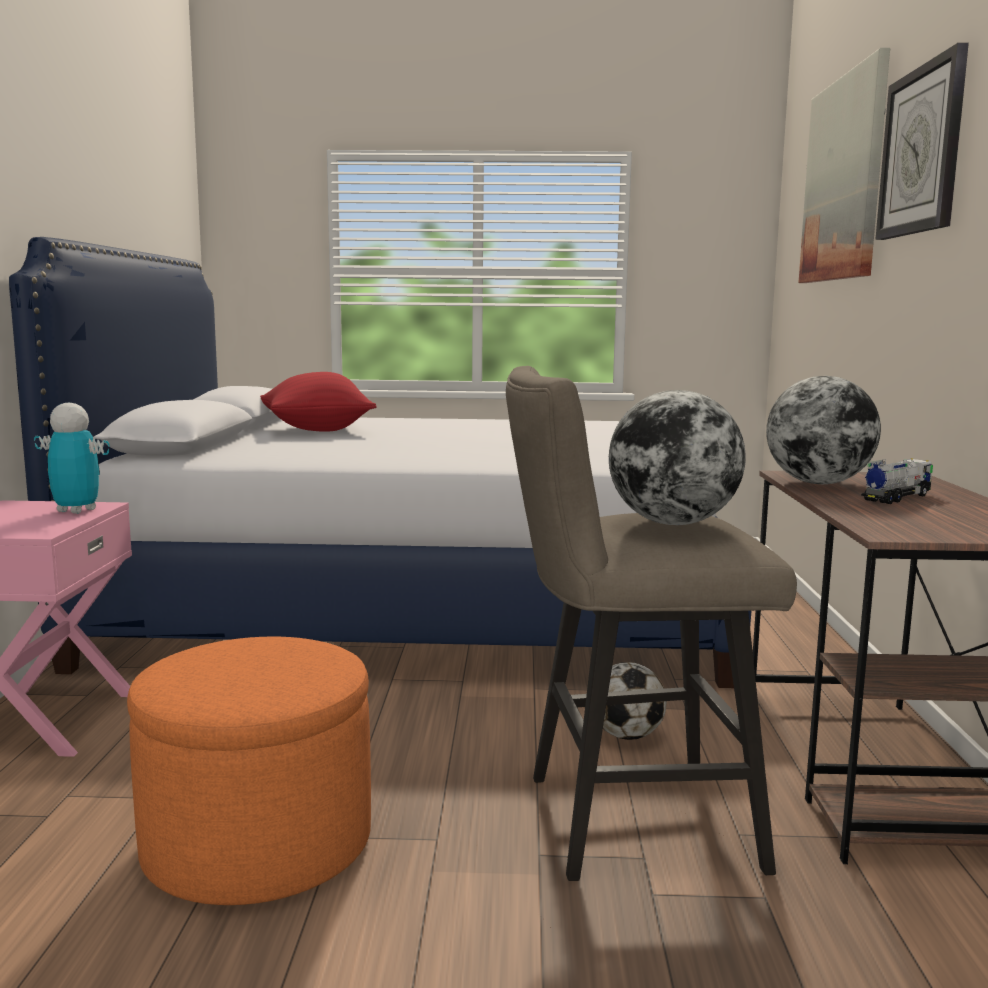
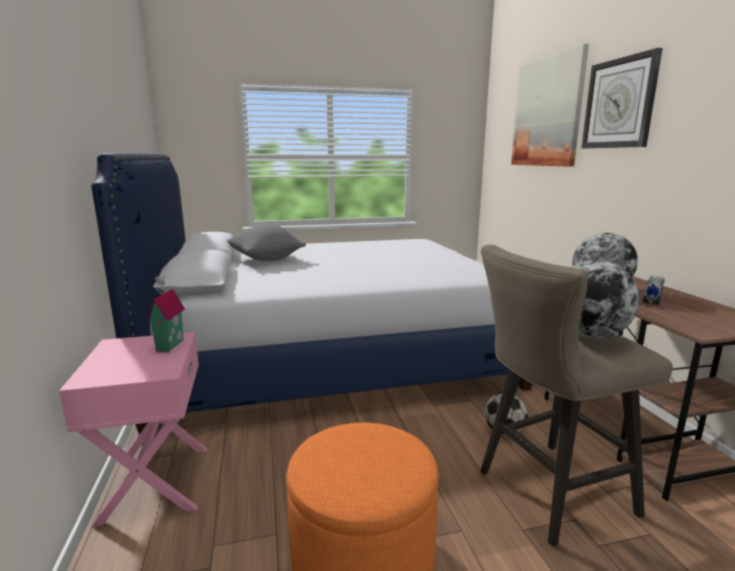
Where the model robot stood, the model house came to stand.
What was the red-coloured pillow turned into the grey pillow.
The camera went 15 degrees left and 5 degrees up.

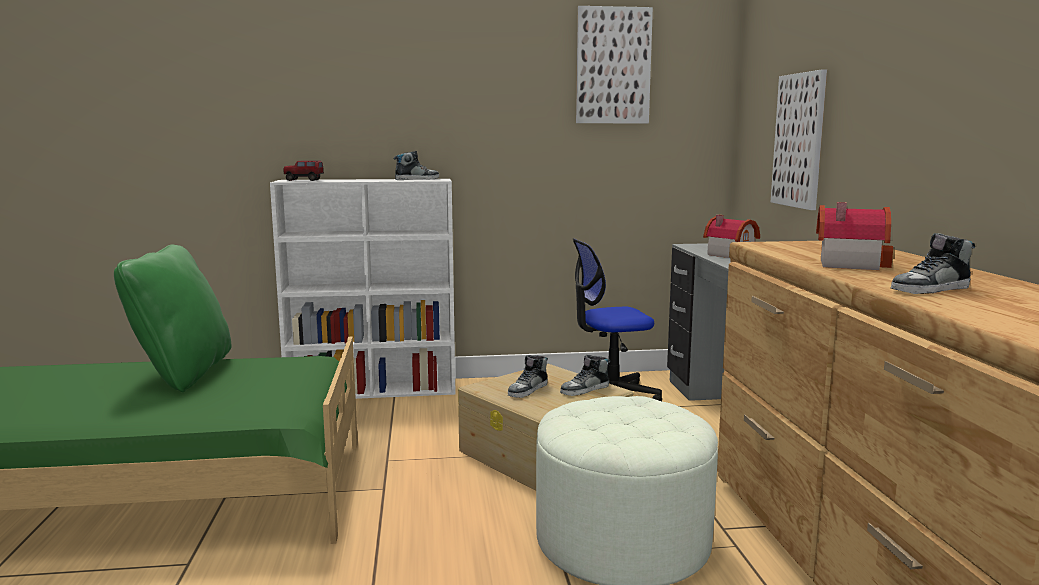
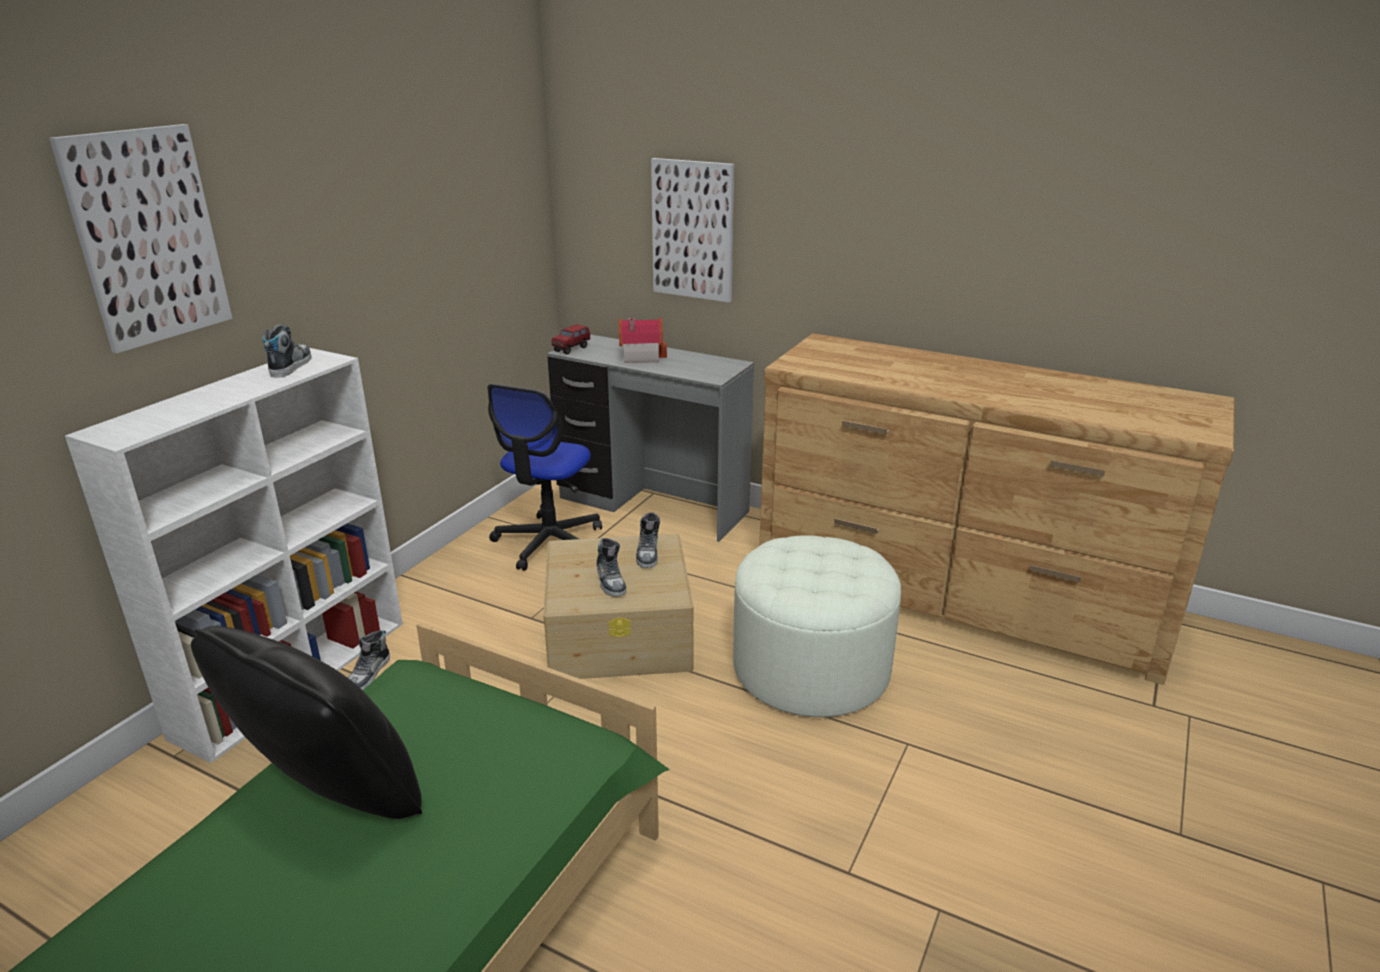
The wall picture (no. 1 from left) ended up elsewhere.
What was the green pillow turned into the black pillow.
The low shoe (no. 4 from left in the first image) ended up elsewhere.
The model truck ended up elsewhere.
The second view lost the model house (no. 2 from left).
The camera went 55 degrees left and 15 degrees up.

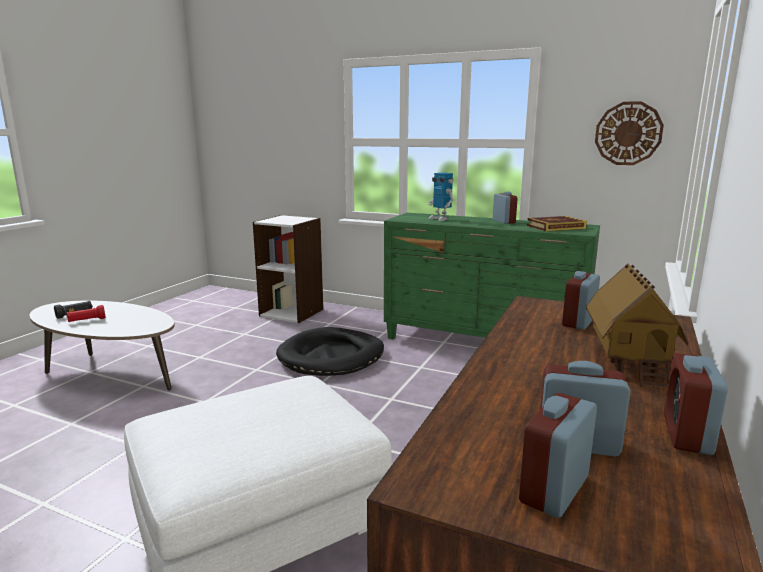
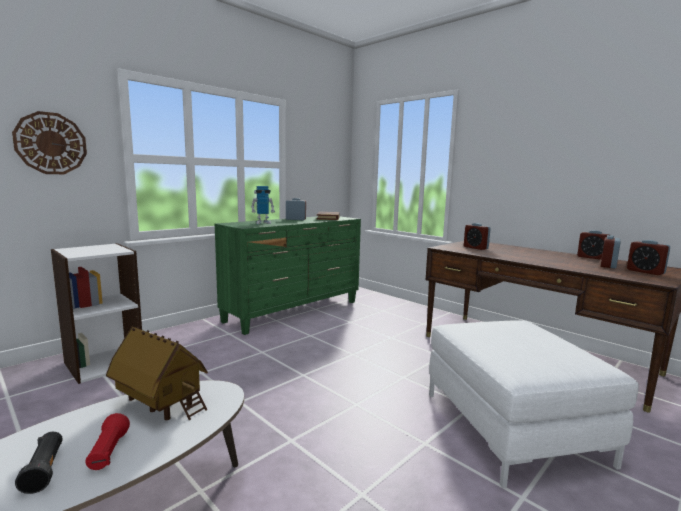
The hanging clock ended up elsewhere.
The model house ended up elsewhere.
The second view lost the black dog bed.
The camera went 70 degrees left and 5 degrees down.

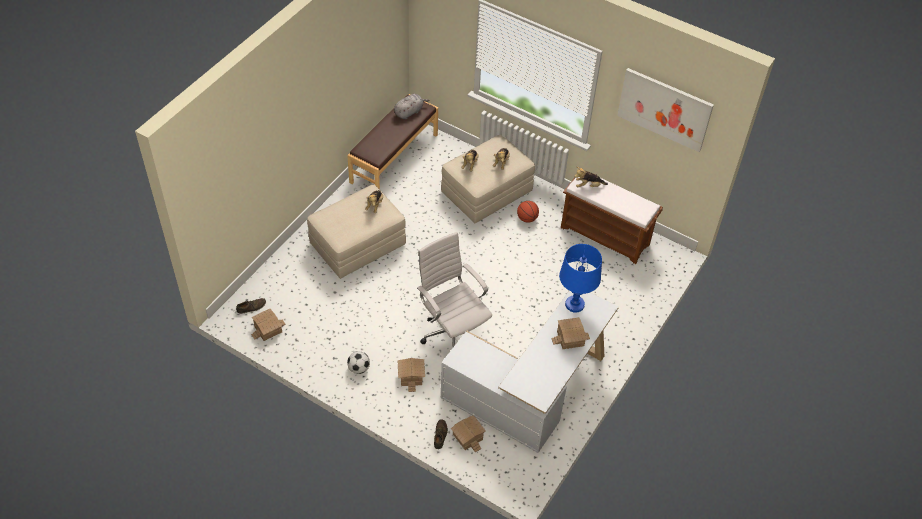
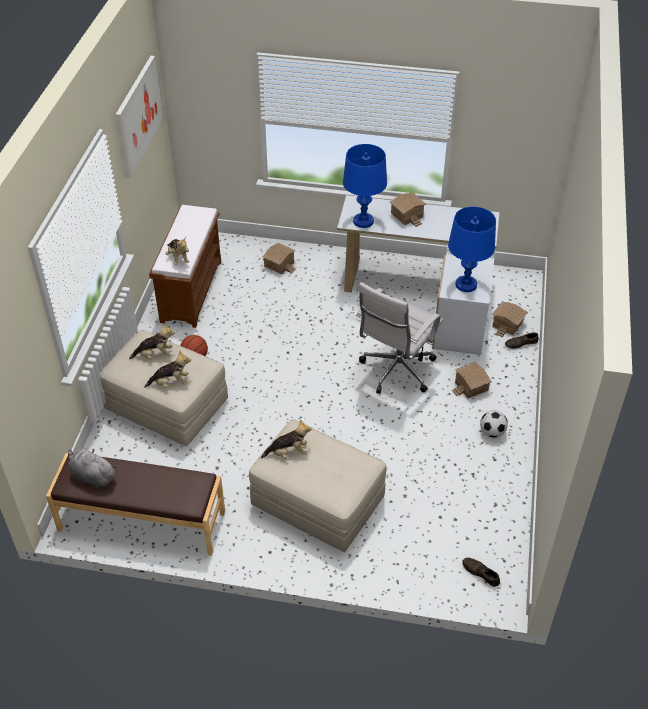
The model house (no. 1 from left) ended up elsewhere.
The second view gained the blue lamp for a table (no. 2 from left).
The camera went 110 degrees left and 5 degrees down.

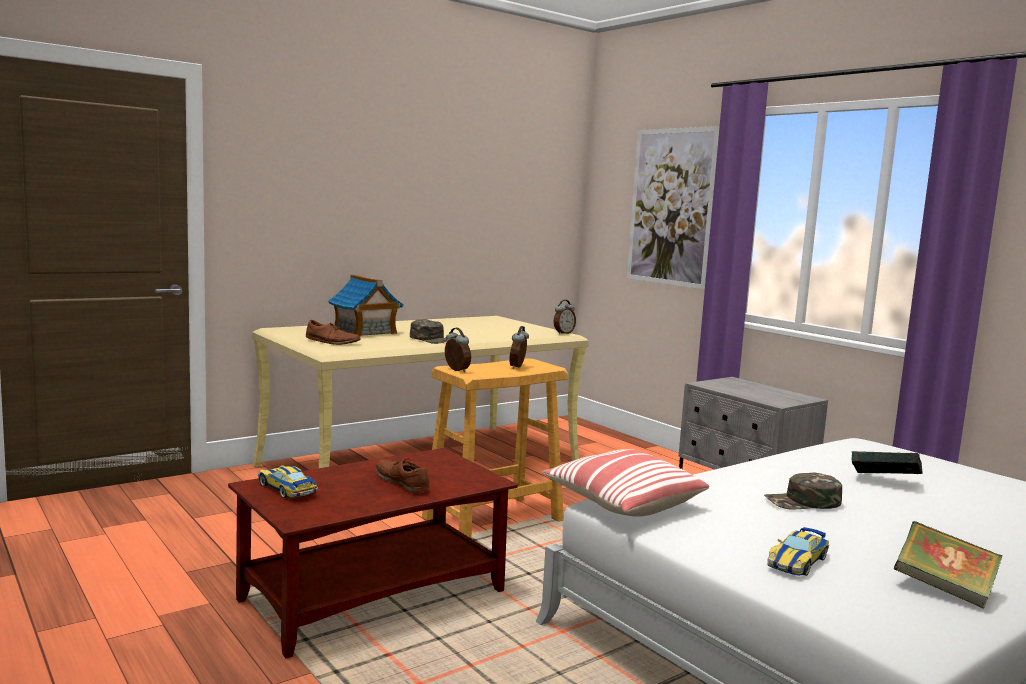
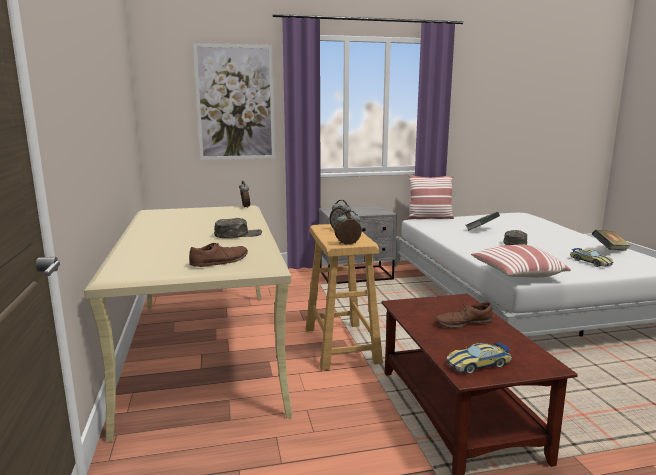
The second view gained the pillow (no. 1 from left).
The second view lost the model house.
The camera went 65 degrees left and 5 degrees up.

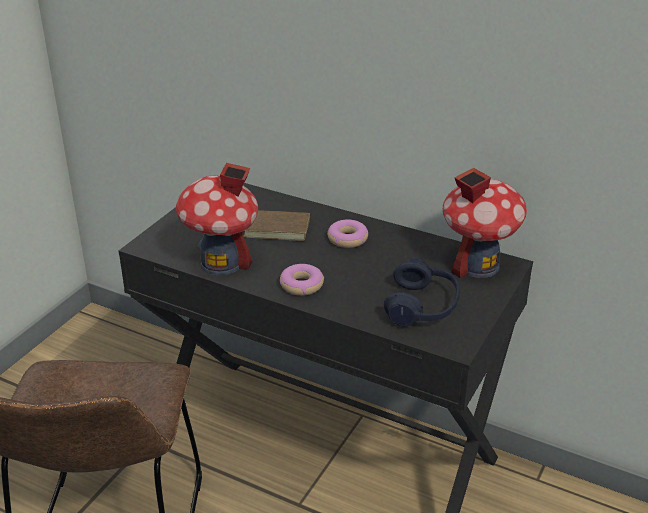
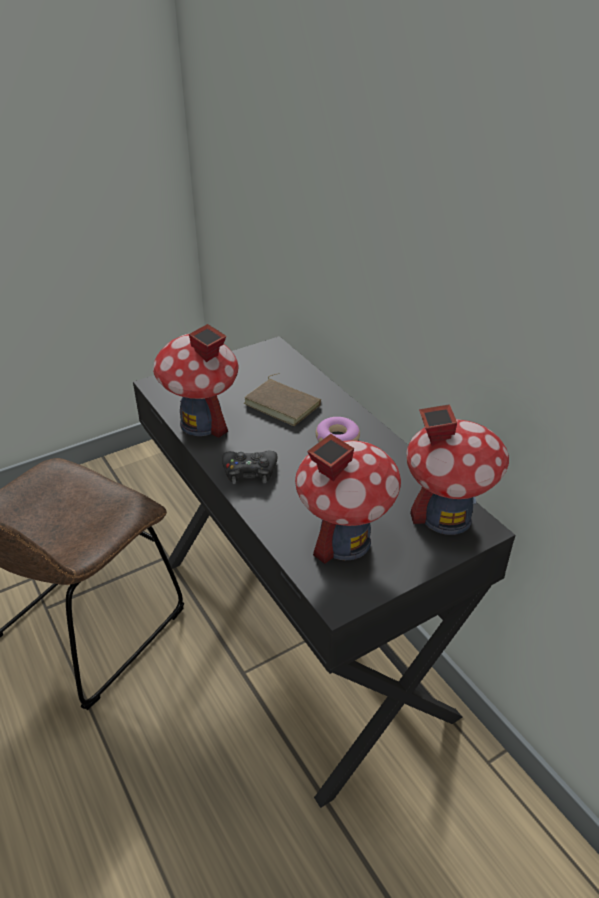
Where the ring doughnut (no. 1 from left) stood, the black gamepad came to stand.
Where the blue headphones stood, the model house (no. 2 from left) came to stand.
The camera went 30 degrees right and 5 degrees up.

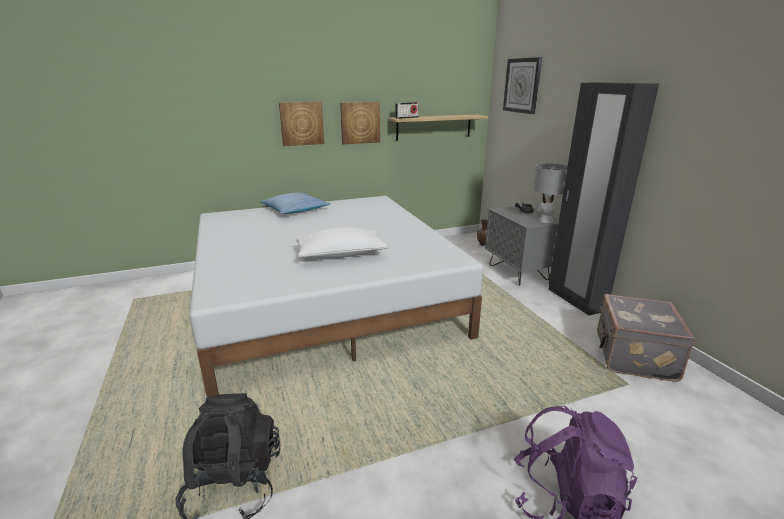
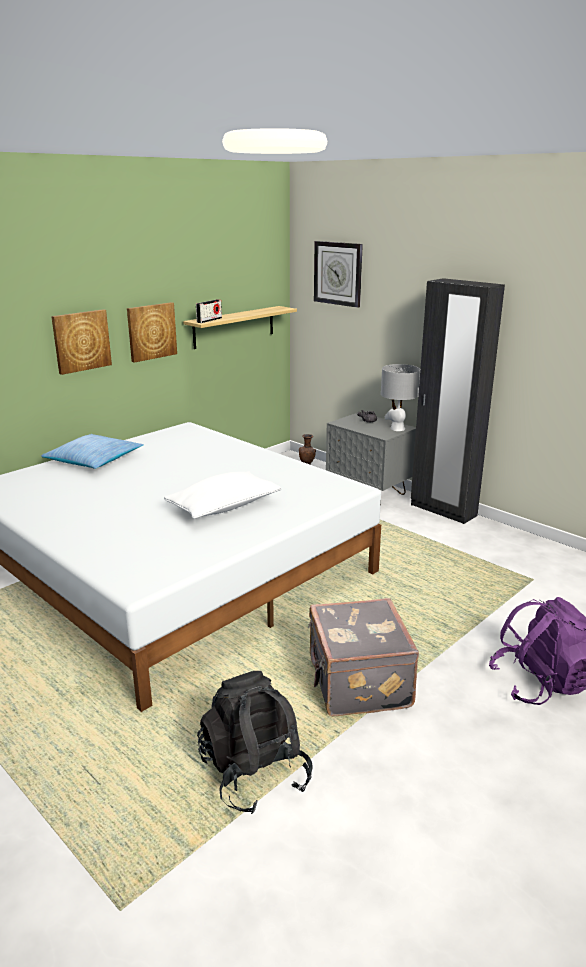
The grey suitcase ended up elsewhere.
The camera went 25 degrees left and 0 degrees up.

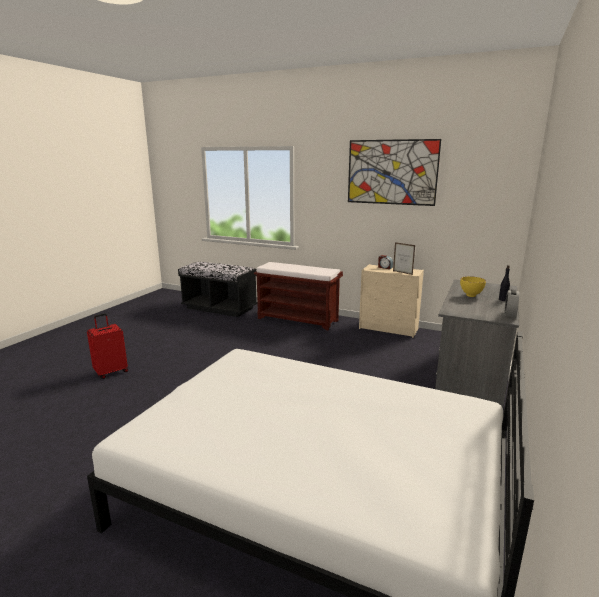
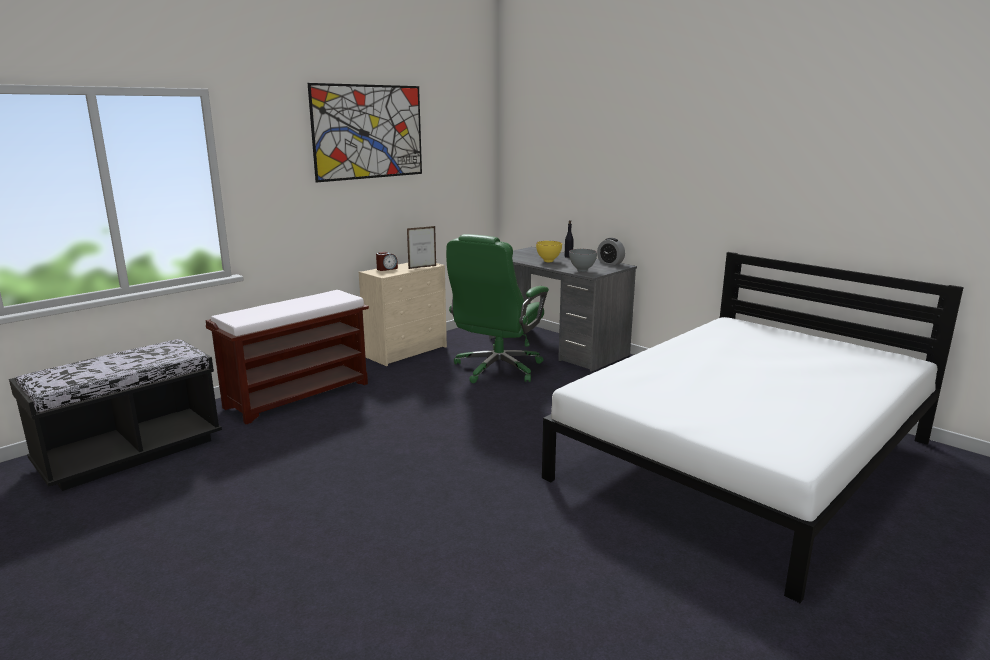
The second view gained the green office chair.
The second view gained the grey serving bowl.
The second view lost the red-coloured suitcase.
The camera went 70 degrees left and 0 degrees up.

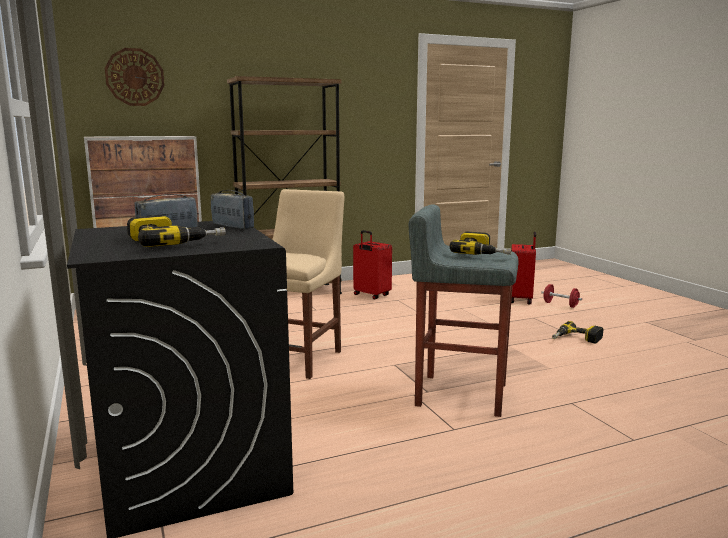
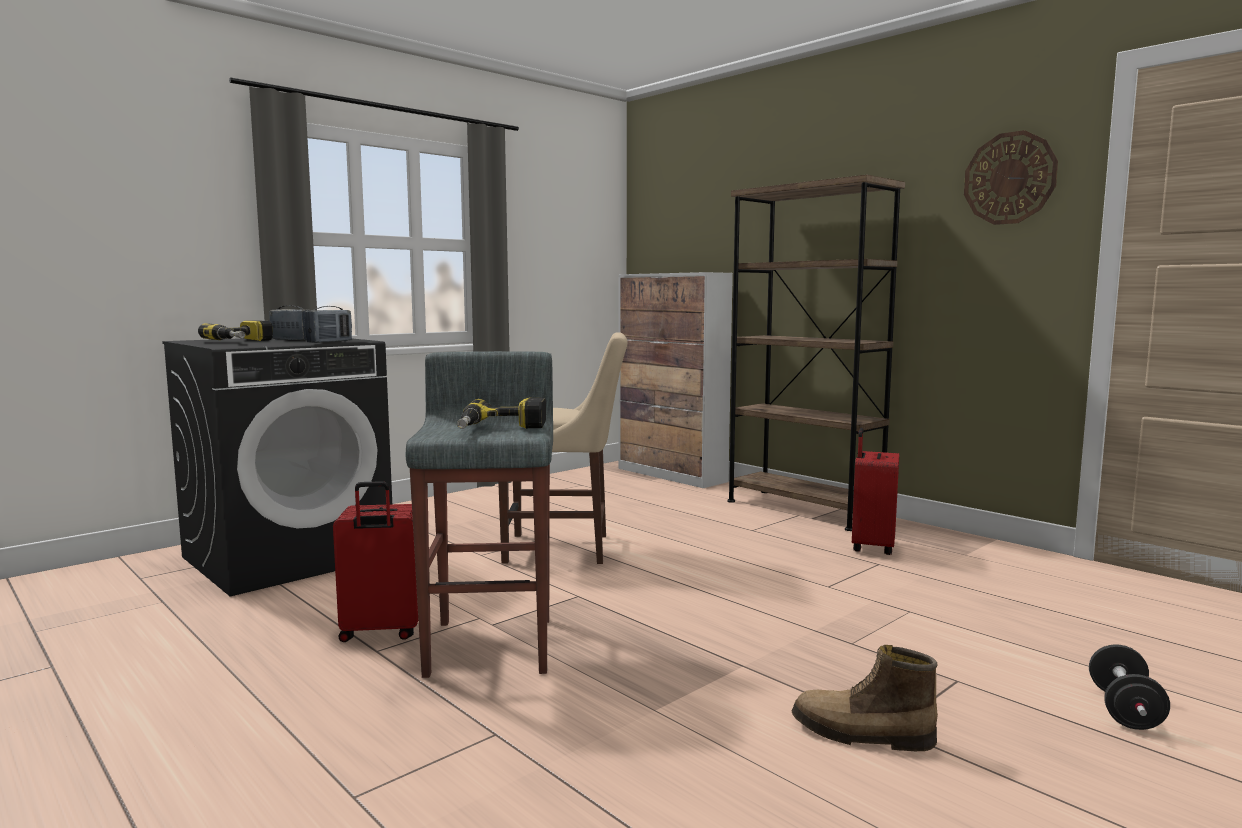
The red-coloured suitcase (no. 2 from left in the first image) ended up elsewhere.
Where the power drill (no. 3 from left) stood, the high-top boot came to stand.
The hanging clock ended up elsewhere.
What was the red-coloured hand weight turned into the black hand weight.
The camera went 70 degrees right and 5 degrees down.

